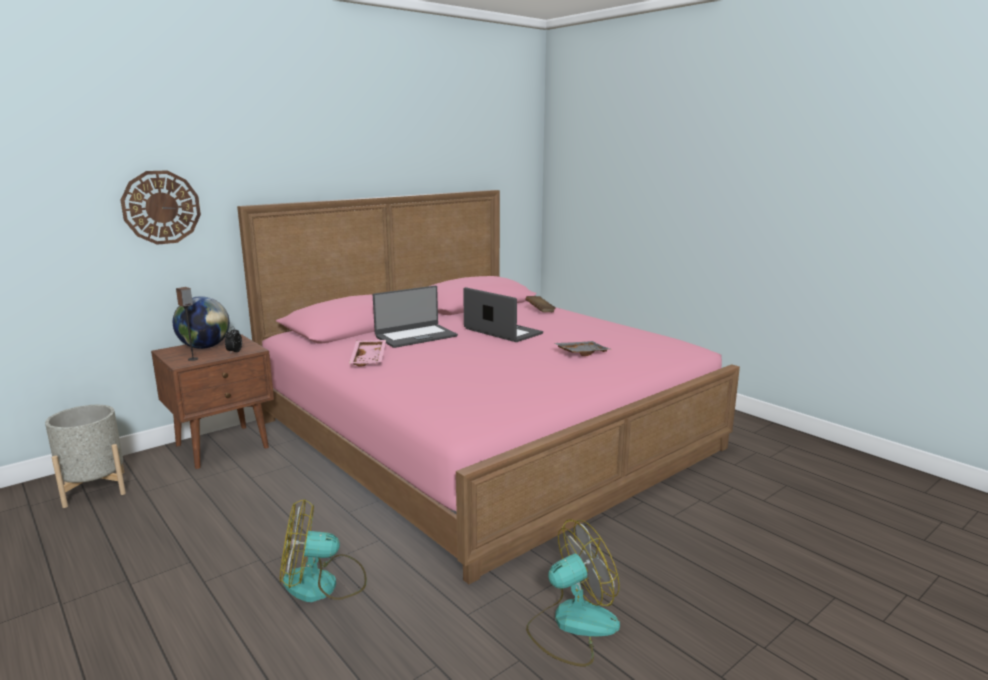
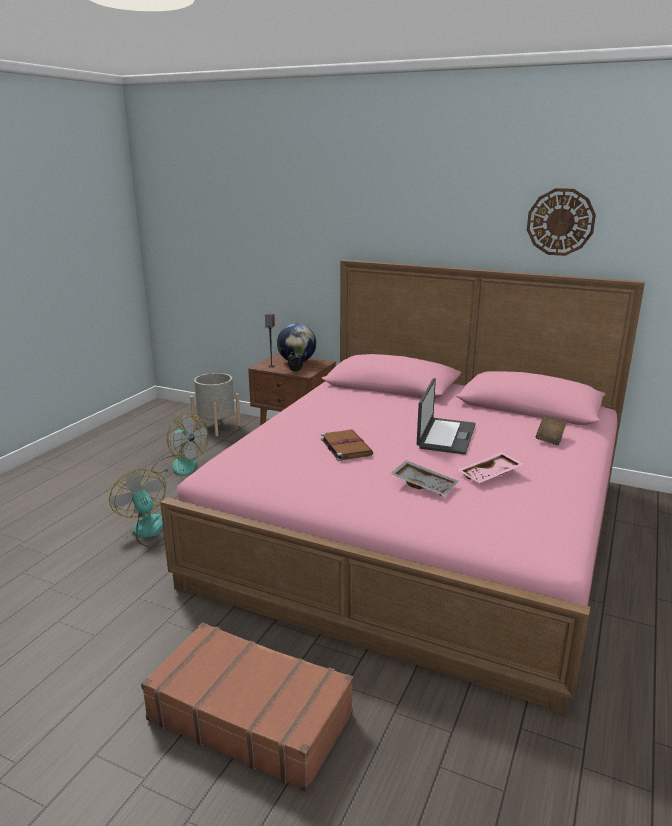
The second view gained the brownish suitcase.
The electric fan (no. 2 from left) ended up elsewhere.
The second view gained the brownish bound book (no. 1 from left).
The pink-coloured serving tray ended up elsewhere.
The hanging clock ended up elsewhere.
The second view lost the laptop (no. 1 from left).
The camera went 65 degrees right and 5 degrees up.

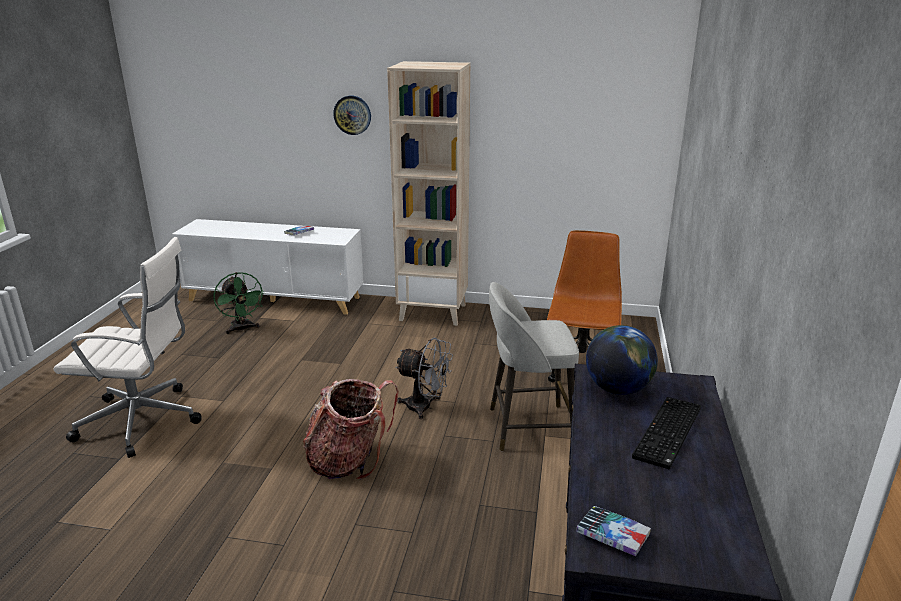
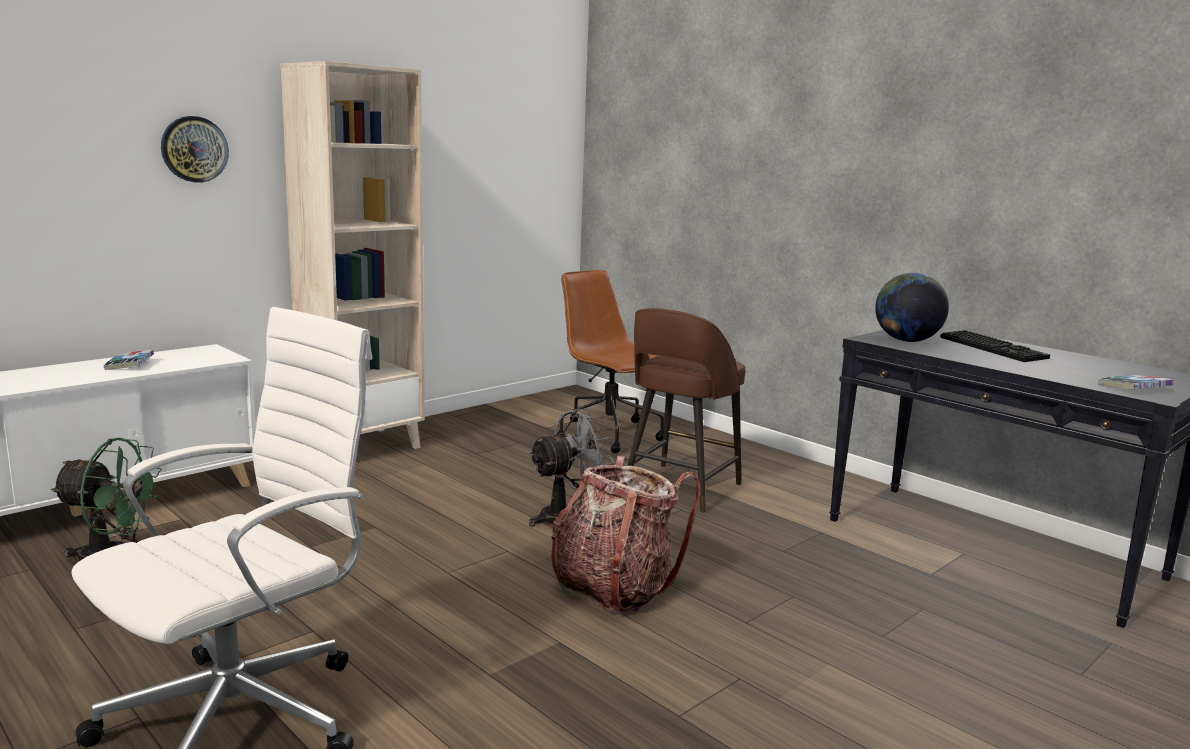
What was the grey sitting stool turned into the brownish sitting stool.
The camera went 55 degrees left and 10 degrees down.

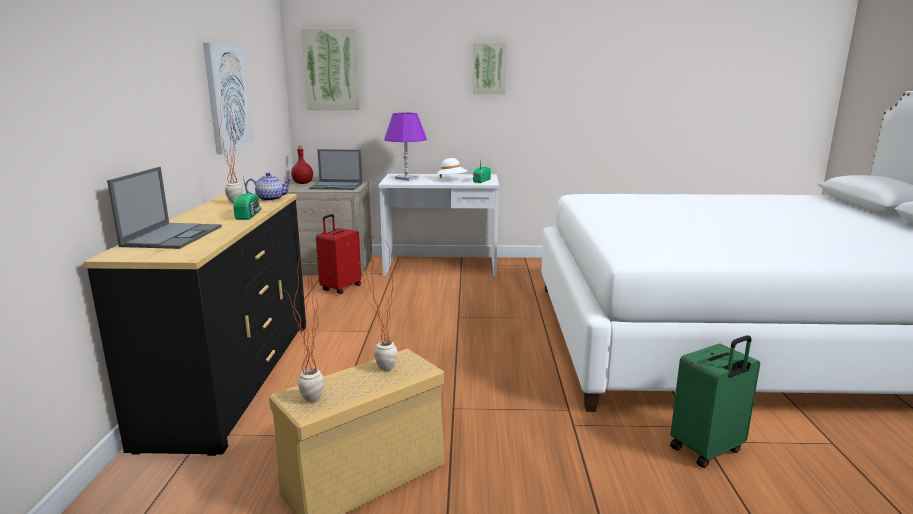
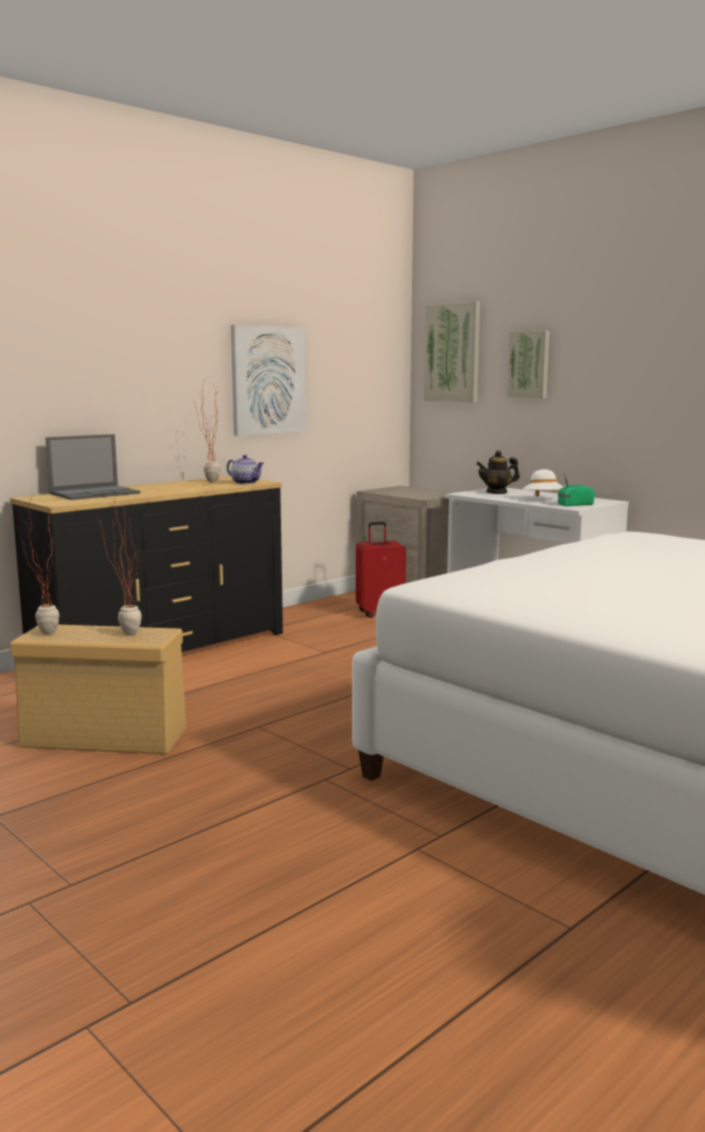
Where the purple lamp for a table stood, the pot for tea (no. 2 from left) came to stand.
The wall picture (no. 3 from left) ended up elsewhere.
The second view lost the radio set (no. 1 from left).
The second view lost the red-coloured bottle.
The second view lost the laptop (no. 2 from left).
The second view lost the green suitcase.
The camera went 45 degrees right and 5 degrees down.

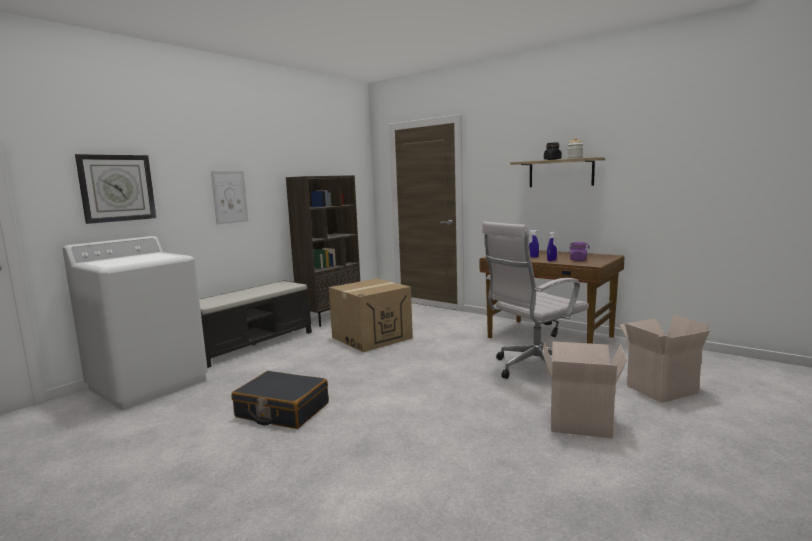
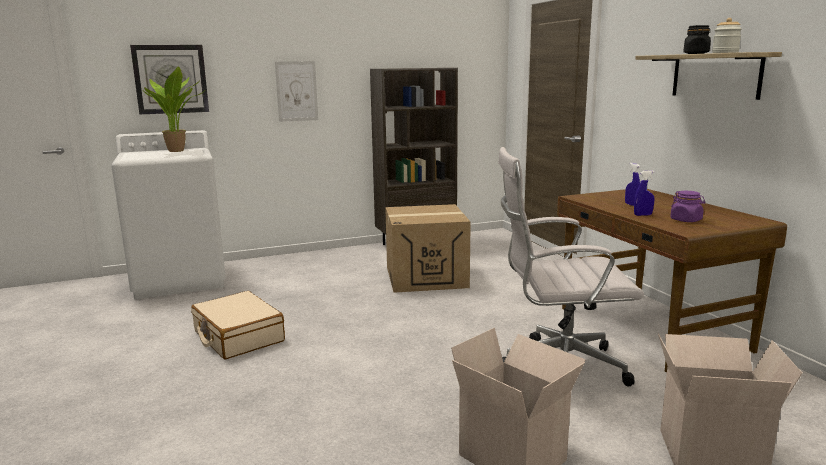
The second view gained the houseplant.
What was the black suitcase turned into the beige suitcase.
The second view lost the black long seat.
The camera went 30 degrees right and 5 degrees up.

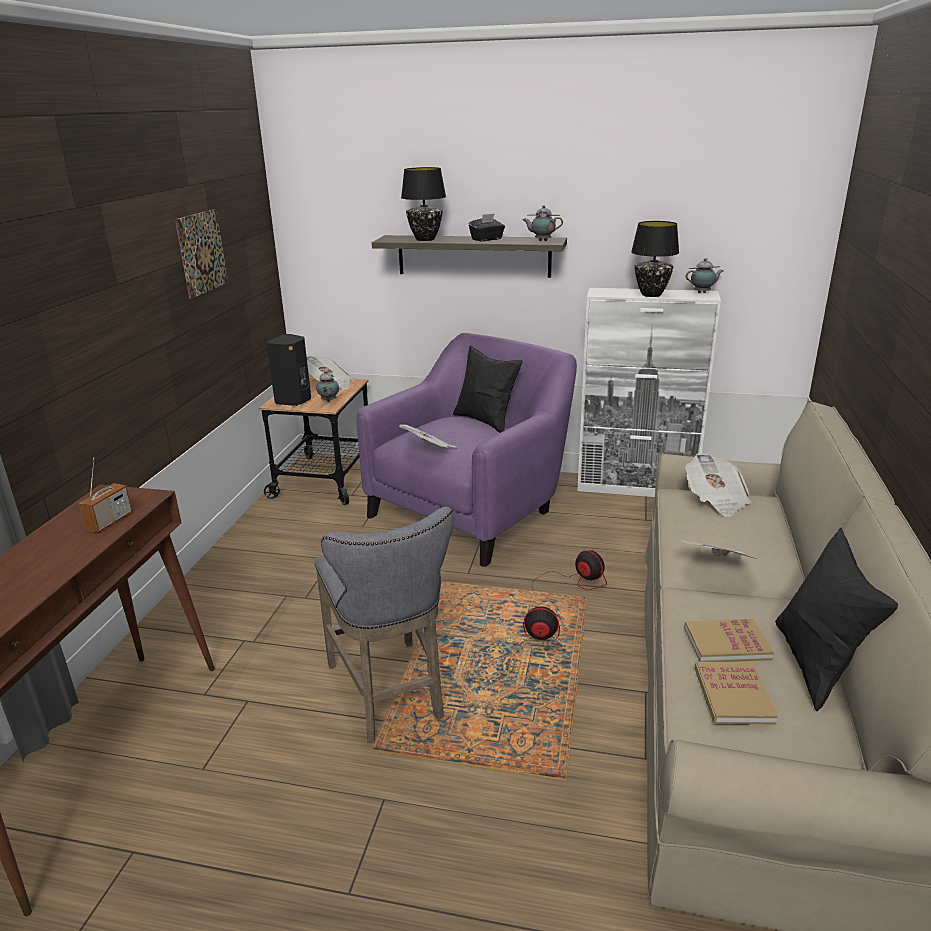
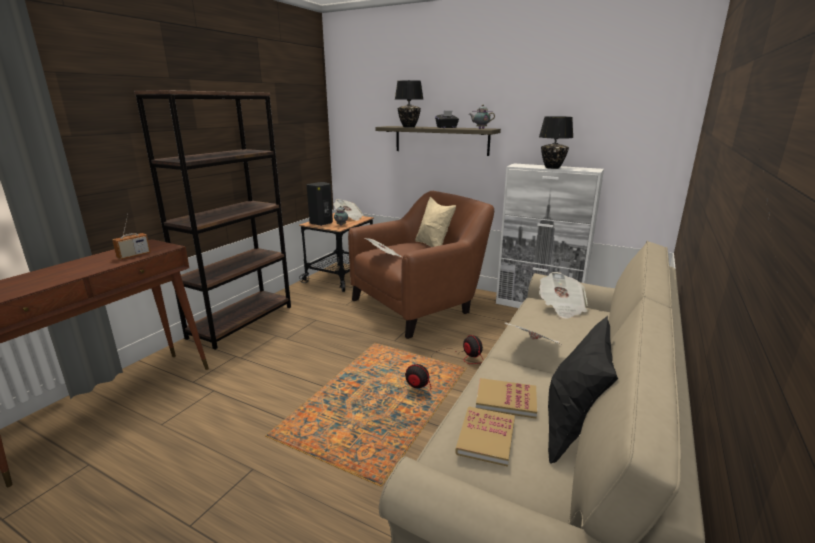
The second view gained the brownish bookcase.
What was the purple armchair turned into the brownish armchair.
What was the black pillow (no. 1 from left) turned into the beige pillow.
The second view lost the wall picture.
The second view lost the grey sitting stool.
The second view lost the pot for tea (no. 3 from left).
The camera went 15 degrees right and 5 degrees down.

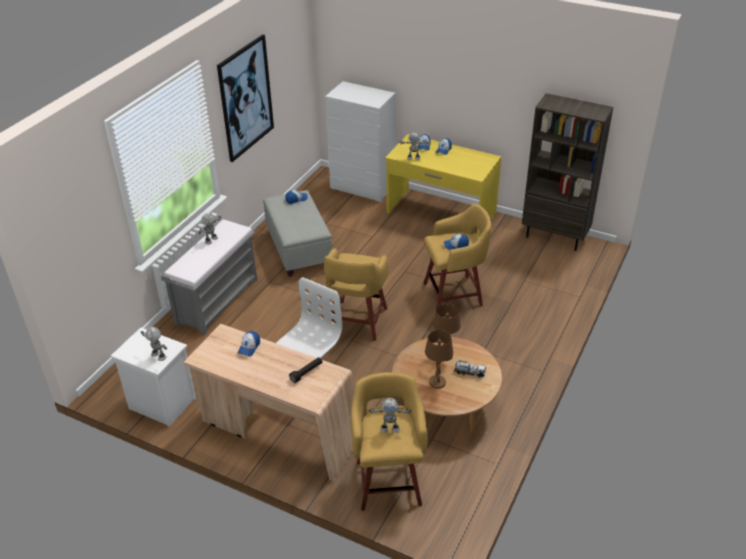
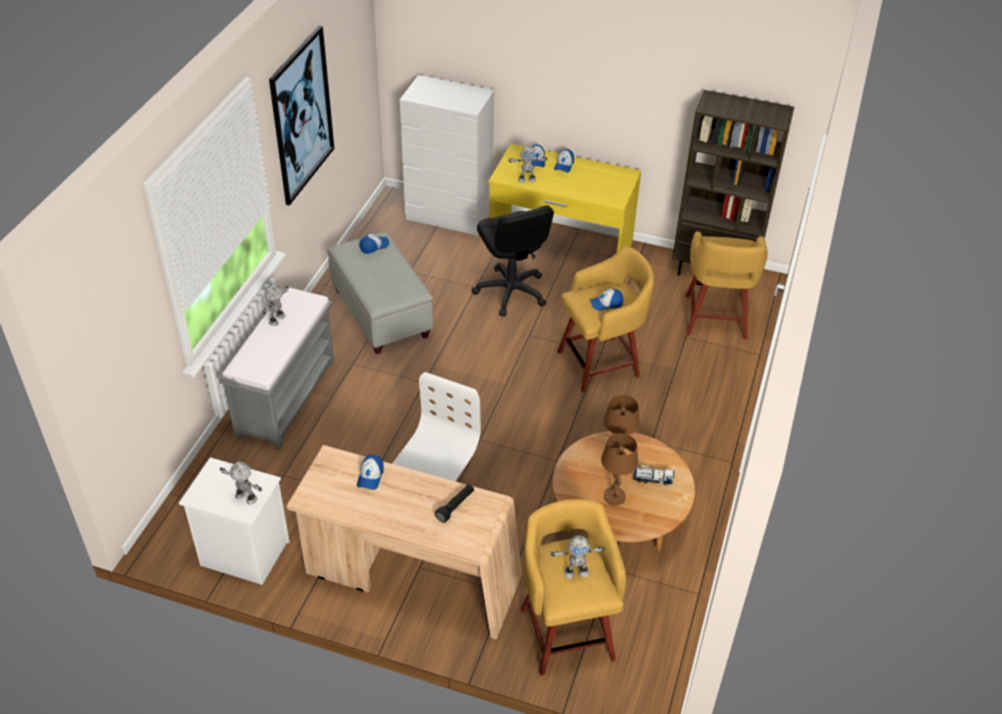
The second view gained the black office chair.
The yellowish sitting stool (no. 1 from left in the first image) ended up elsewhere.
The camera went 10 degrees left and 5 degrees up.

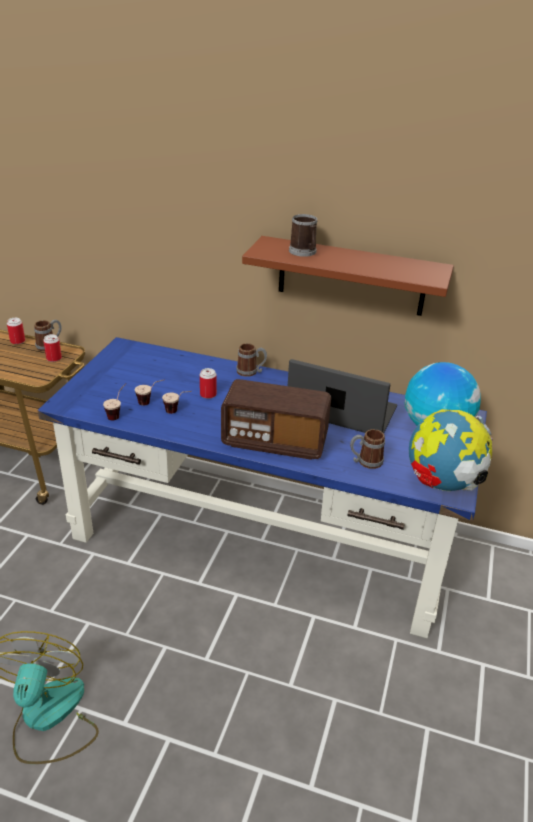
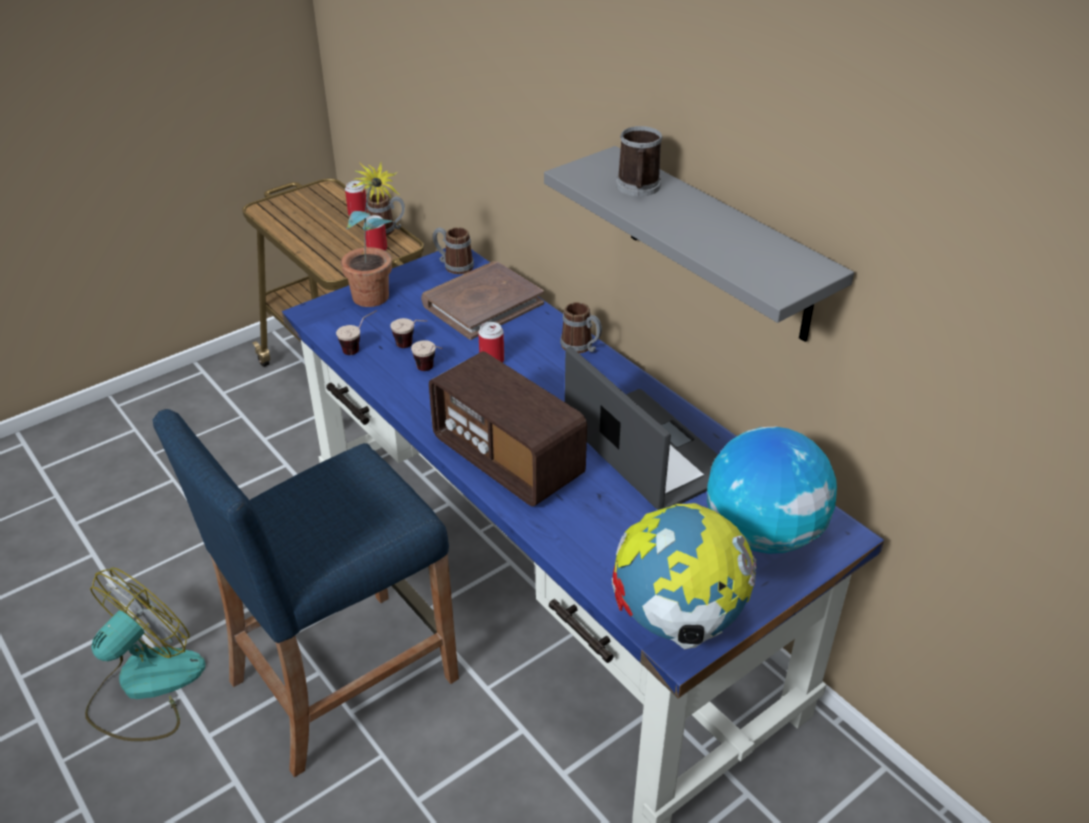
The second view gained the blue sitting stool.
The second view gained the houseplant.
The second view gained the brownish bound book.
The coffee mug (no. 4 from left in the first image) ended up elsewhere.
What was the brownish wall shelf turned into the grey wall shelf.
The camera went 35 degrees right and 5 degrees up.

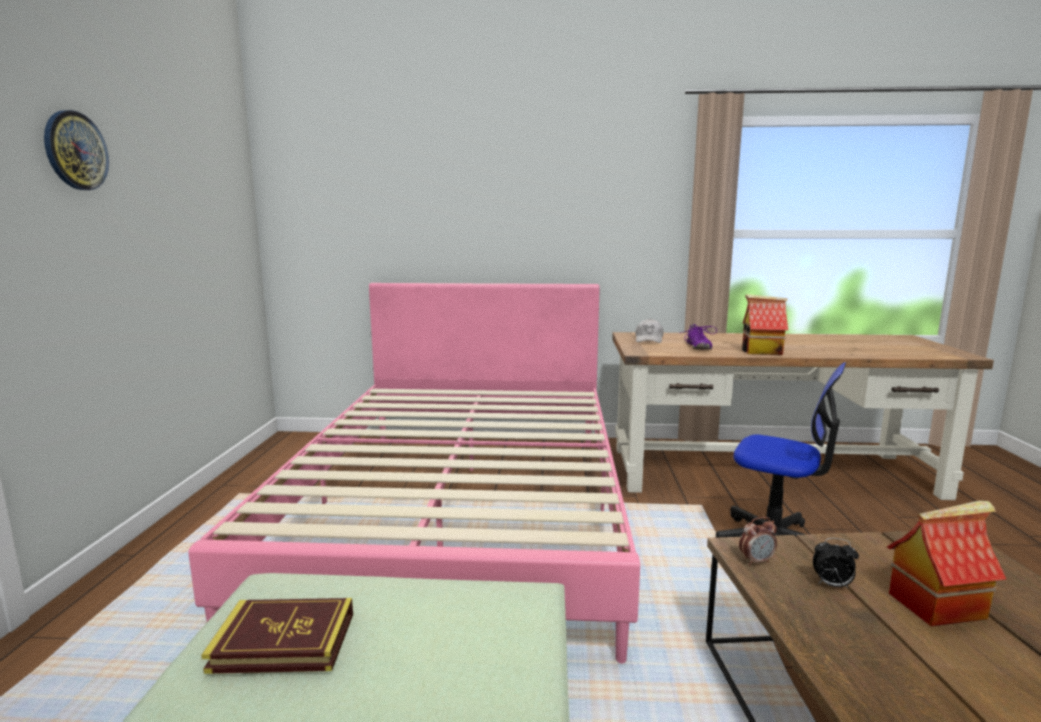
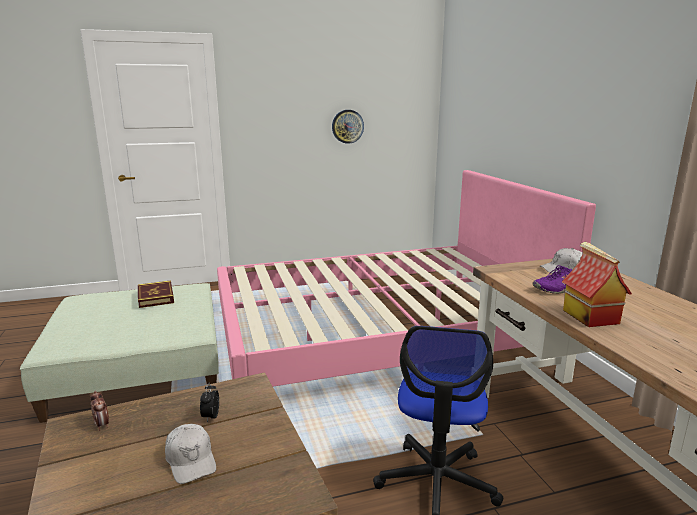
The table clock (no. 1 from left) ended up elsewhere.
Where the model house (no. 2 from left) stood, the whitish baseball cap (no. 1 from left) came to stand.
The hanging clock ended up elsewhere.
The camera went 70 degrees right and 5 degrees up.

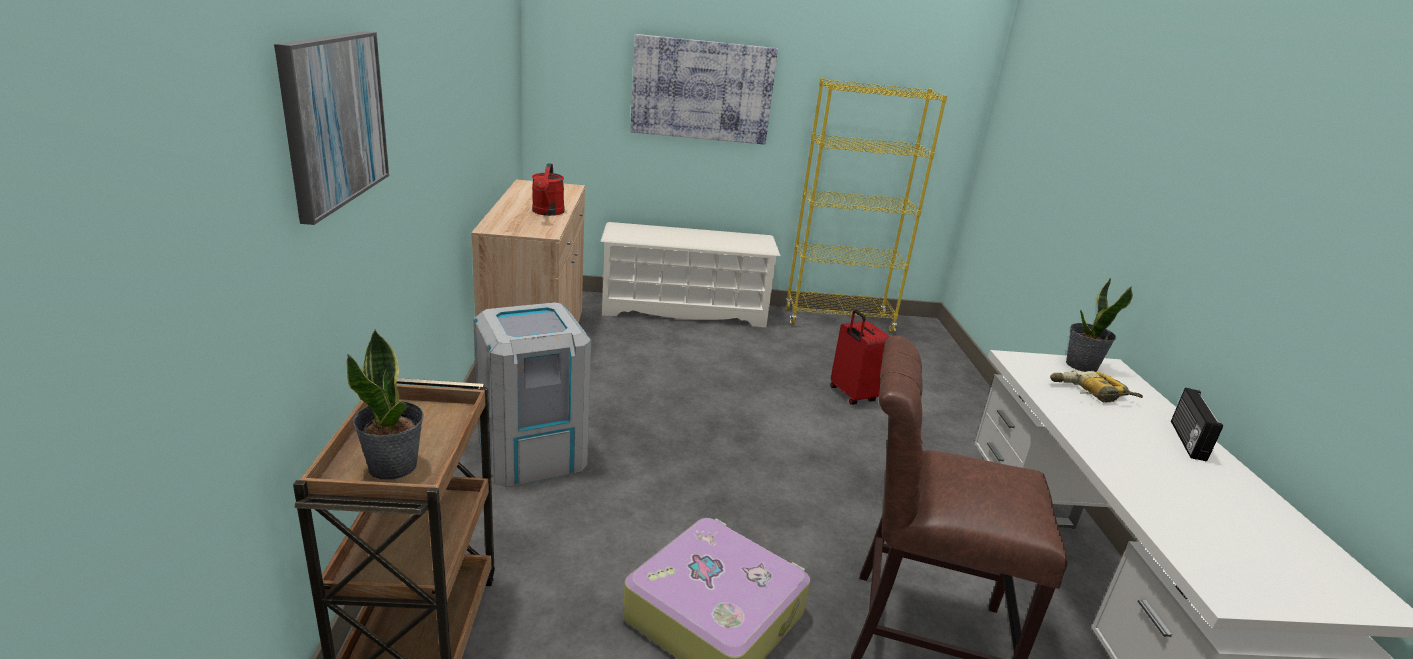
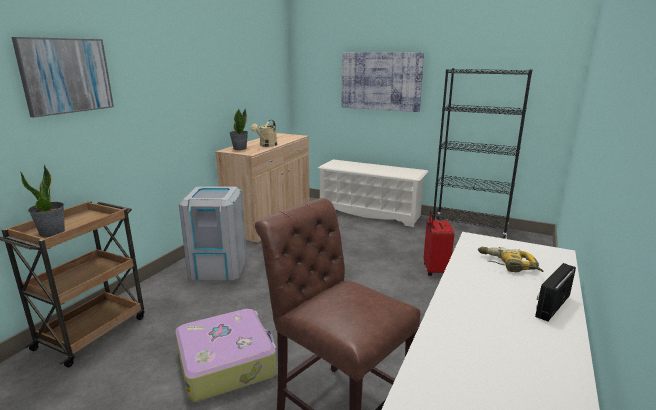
The houseplant (no. 2 from left) ended up elsewhere.
What was the red-coloured watering pot turned into the beige watering pot.
What was the yellowish bookcase turned into the black bookcase.
The camera went 30 degrees right and 5 degrees down.

